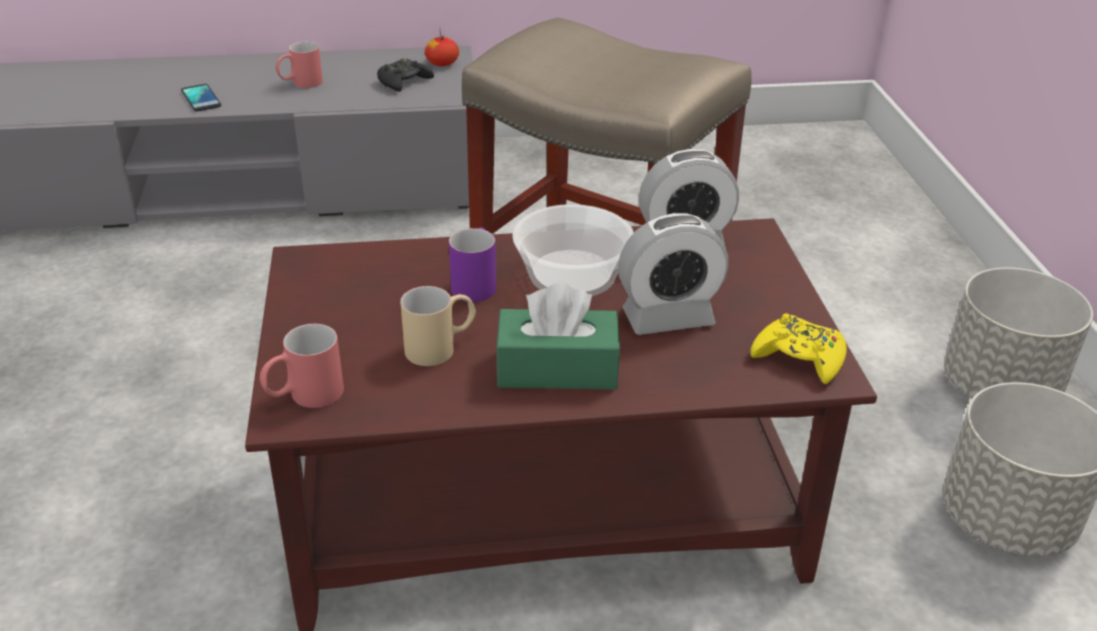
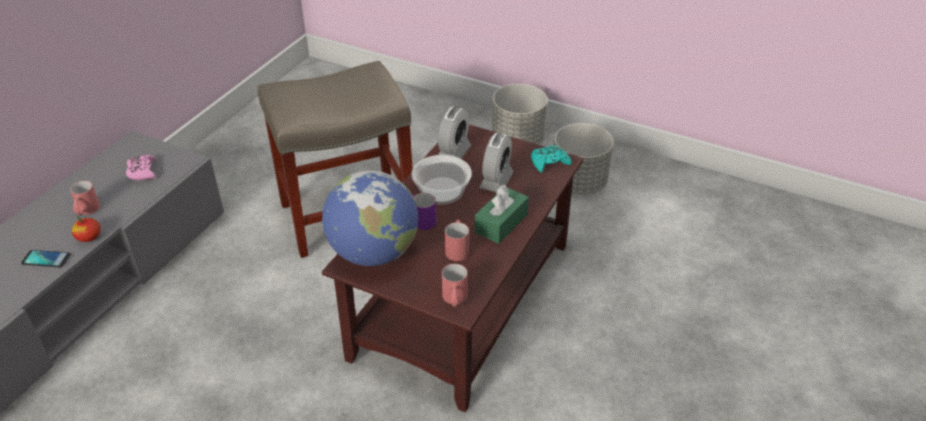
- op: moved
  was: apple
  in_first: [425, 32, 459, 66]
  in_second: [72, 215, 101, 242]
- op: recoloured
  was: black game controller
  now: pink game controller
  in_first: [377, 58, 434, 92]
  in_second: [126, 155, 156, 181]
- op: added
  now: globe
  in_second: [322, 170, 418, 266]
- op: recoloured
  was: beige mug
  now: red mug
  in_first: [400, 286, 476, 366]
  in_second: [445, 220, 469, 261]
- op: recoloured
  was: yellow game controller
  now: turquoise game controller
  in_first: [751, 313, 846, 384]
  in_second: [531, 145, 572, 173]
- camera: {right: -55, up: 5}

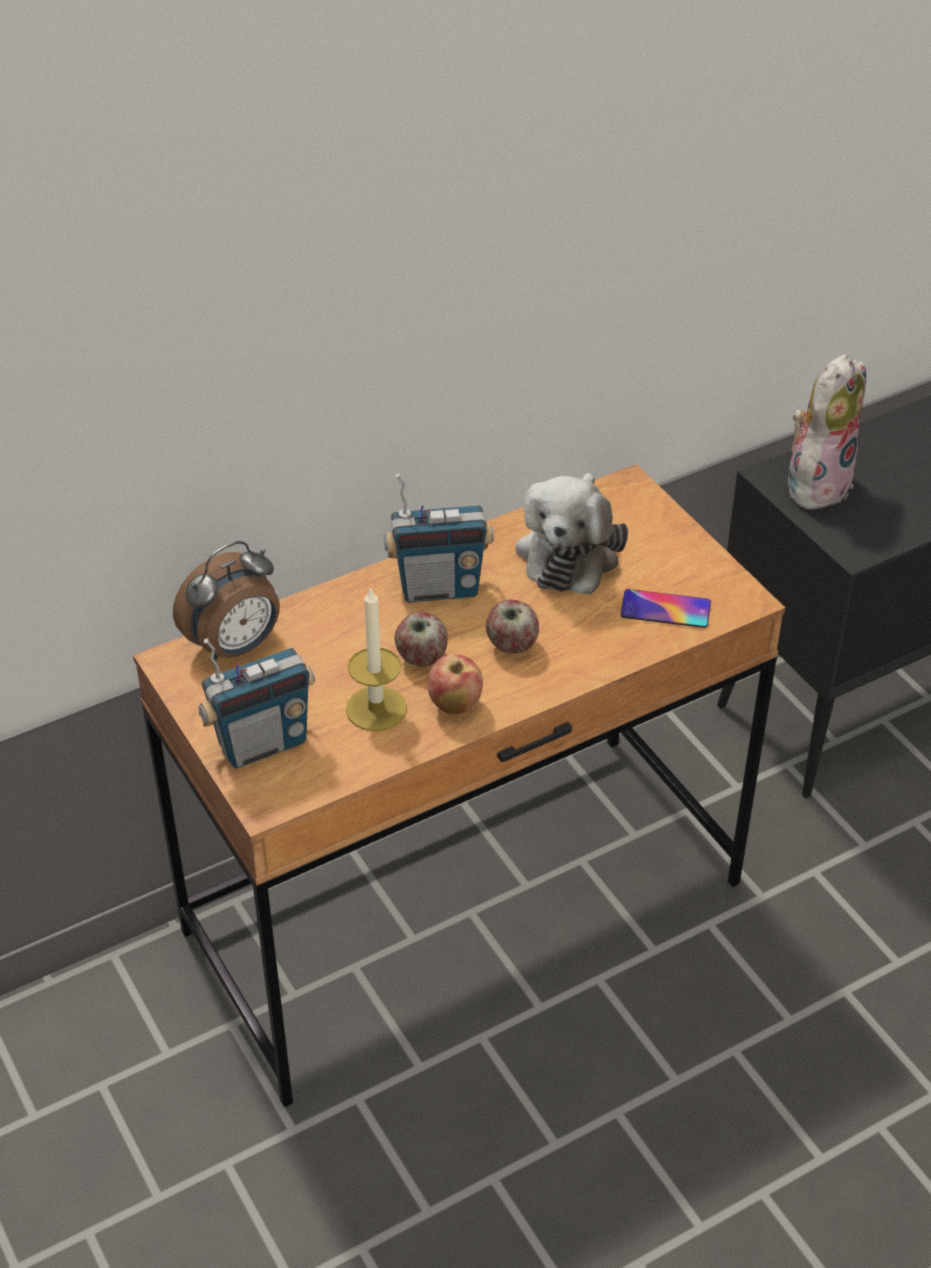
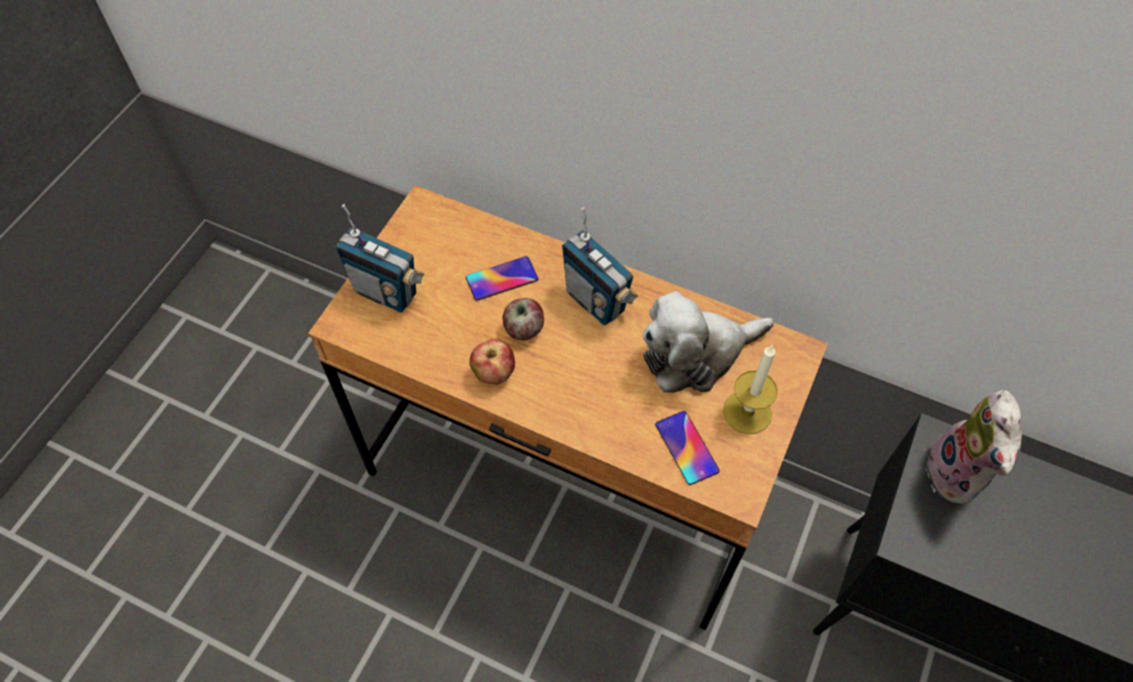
- op: added
  now: phone
  in_second: [466, 256, 539, 301]
- op: moved
  was: candle
  in_first: [346, 586, 407, 731]
  in_second: [723, 344, 778, 434]
- op: turned
  was: plush toy
  in_first: [788, 354, 866, 510]
  in_second: [925, 390, 1022, 504]
  clockwise: 90
- op: removed
  was: alarm clock
  in_first: [173, 541, 280, 661]
- op: removed
  was: apple
  in_first: [486, 599, 539, 654]
- camera: {right: 55, up: 15}

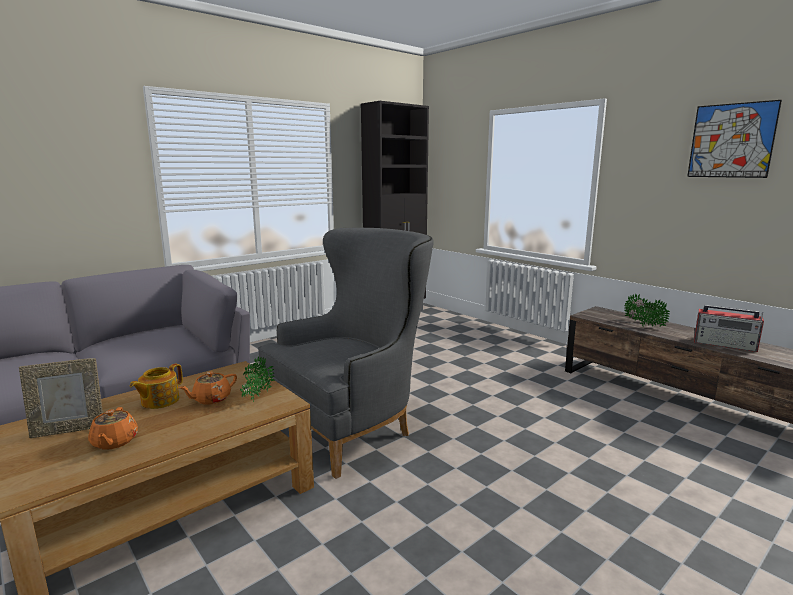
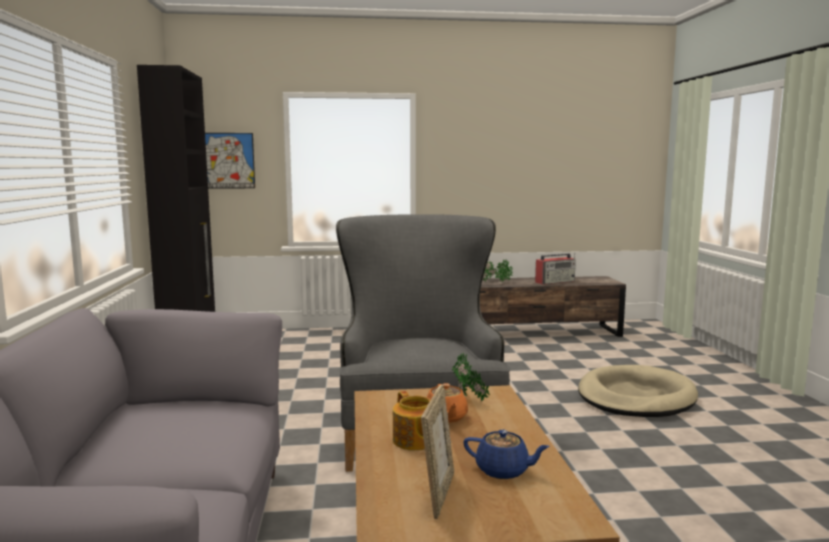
- op: moved
  was: picture
  in_first: [687, 100, 782, 178]
  in_second: [205, 133, 255, 189]
- op: recoloured
  was: orange teapot
  now: blue teapot
  in_first: [88, 407, 138, 450]
  in_second: [464, 429, 550, 479]
- op: added
  now: beige dog bed
  in_second: [578, 365, 698, 417]
- camera: {right: -55, up: -5}

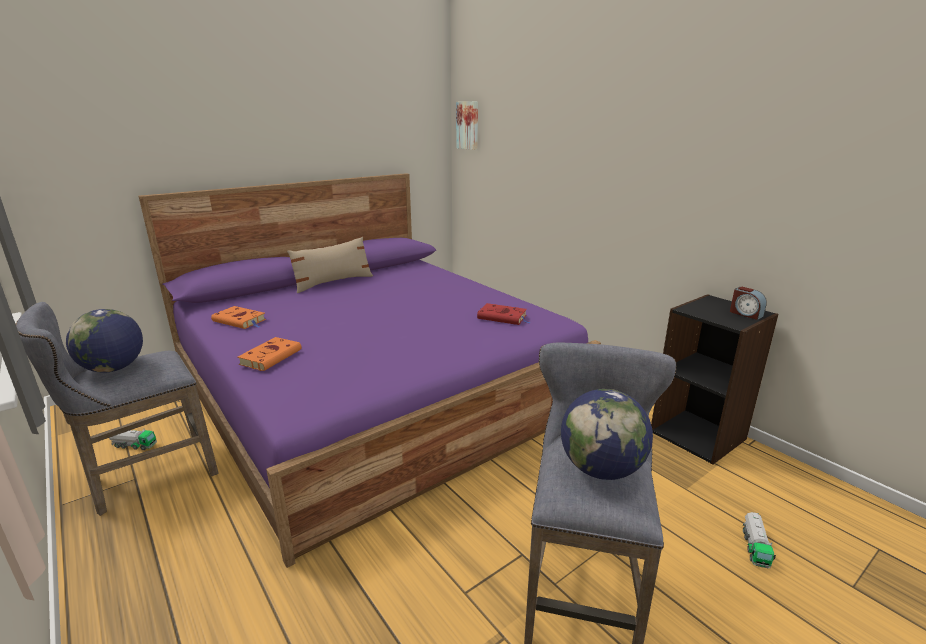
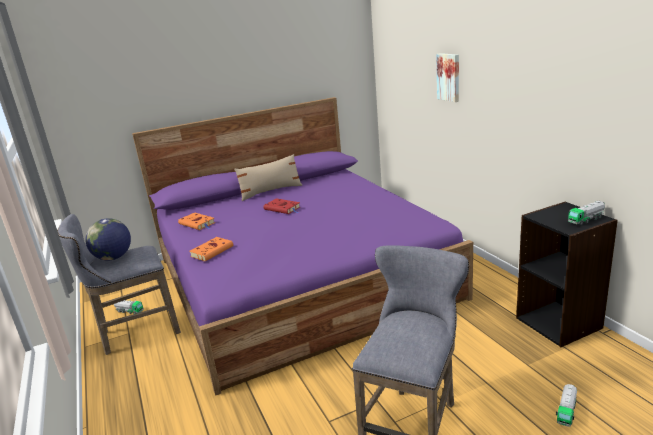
- op: moved
  was: red book
  in_first: [477, 303, 530, 325]
  in_second: [264, 198, 300, 214]
- op: moved
  was: picture
  in_first: [456, 101, 478, 150]
  in_second: [436, 53, 459, 102]
- op: replaced
  was: alarm clock
  now: toy truck
  in_first: [730, 287, 767, 320]
  in_second: [568, 201, 605, 225]
- op: removed
  was: globe
  in_first: [561, 389, 653, 480]
- camera: {right: 15, up: 0}

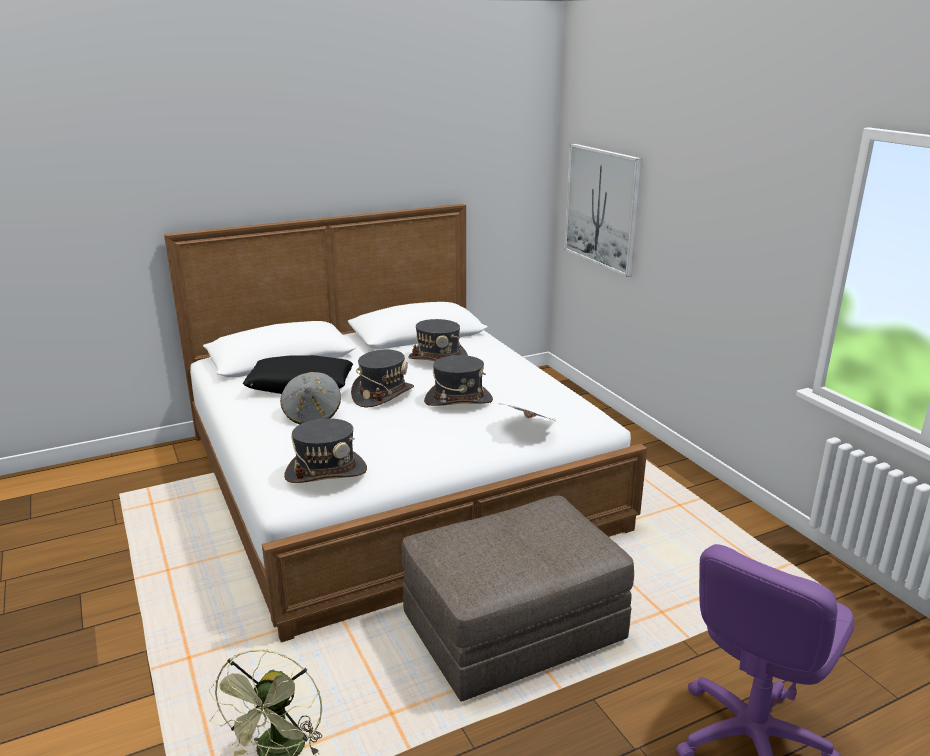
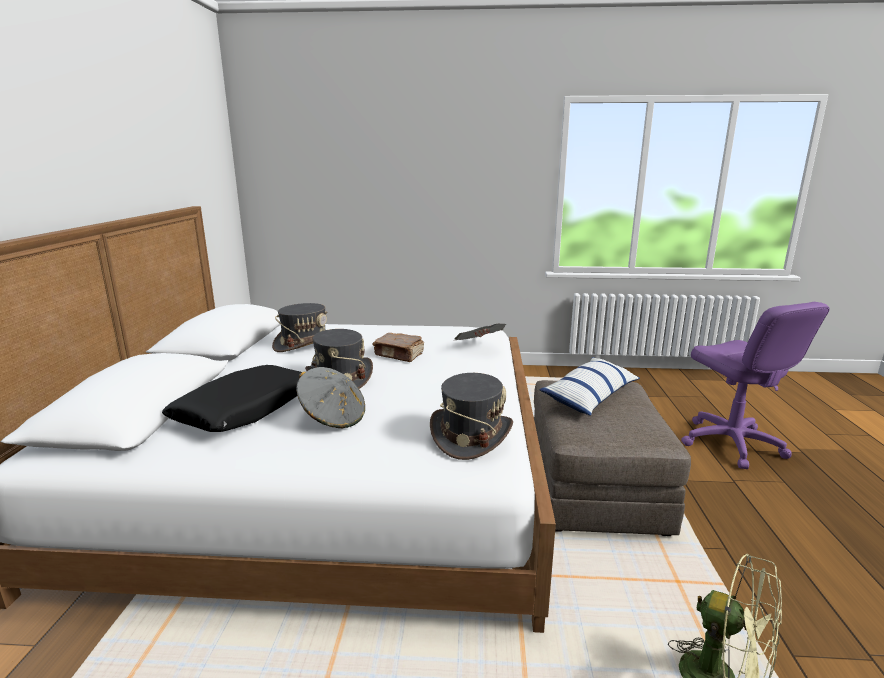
- op: replaced
  was: grey hat
  now: brown book
  in_first: [424, 355, 493, 406]
  in_second: [372, 333, 424, 362]
- op: added
  now: pillow
  in_second: [539, 357, 640, 416]
- op: removed
  was: picture
  in_first: [564, 144, 642, 277]
- camera: {right: -60, up: -5}

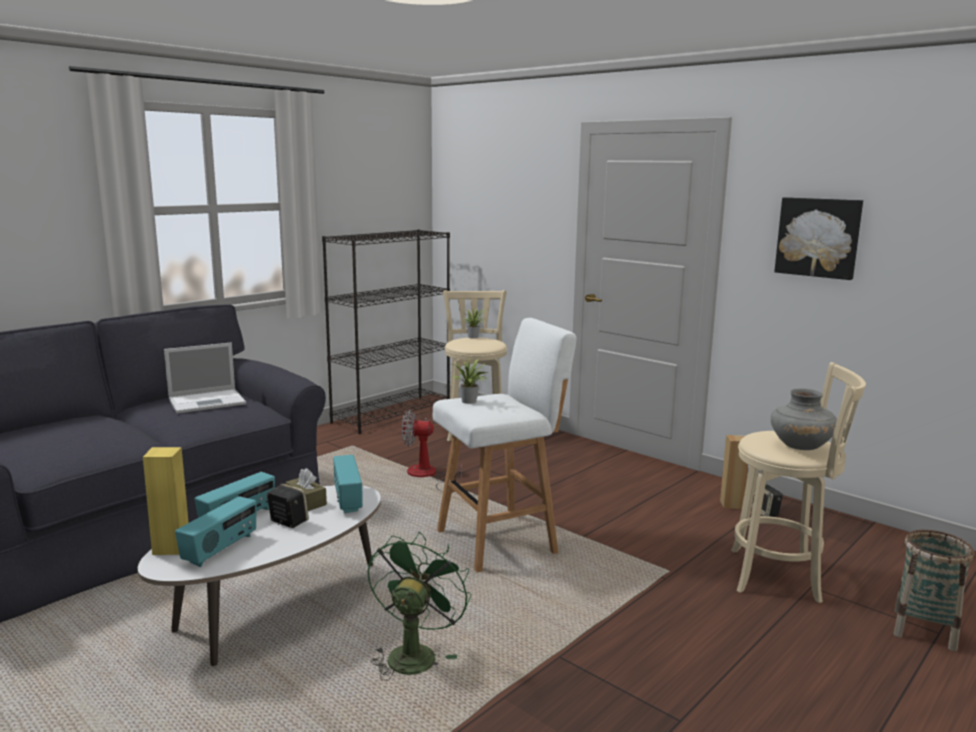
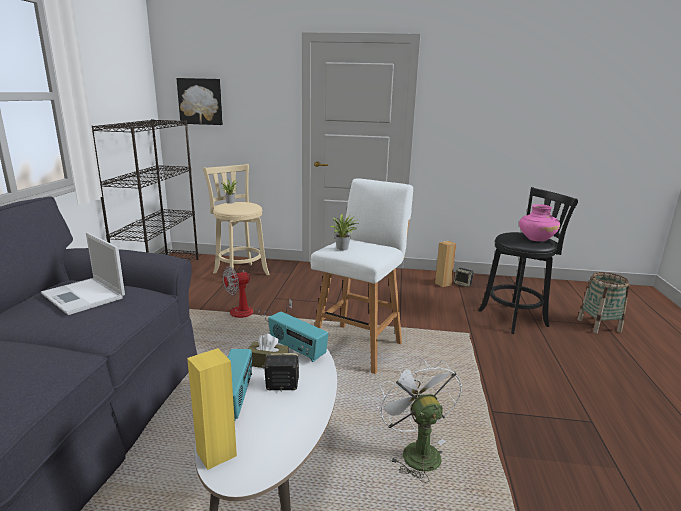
- op: turned
  was: laptop
  in_first: [164, 343, 246, 414]
  in_second: [41, 233, 125, 315]
  clockwise: 105
- op: moved
  was: picture
  in_first: [774, 197, 863, 280]
  in_second: [176, 78, 223, 125]
- op: recoloured
  was: green fan
  now: white fan
  in_first: [368, 532, 471, 681]
  in_second: [377, 358, 462, 483]
- op: recoloured
  was: beige stool
  now: black stool
  in_first: [731, 362, 866, 603]
  in_second: [478, 187, 578, 334]
- op: recoloured
  was: grey vase
  now: pink vase
  in_first: [771, 388, 837, 450]
  in_second: [519, 204, 560, 241]
- op: removed
  was: radio
  in_first: [175, 496, 257, 567]
- camera: {right: -35, up: 5}

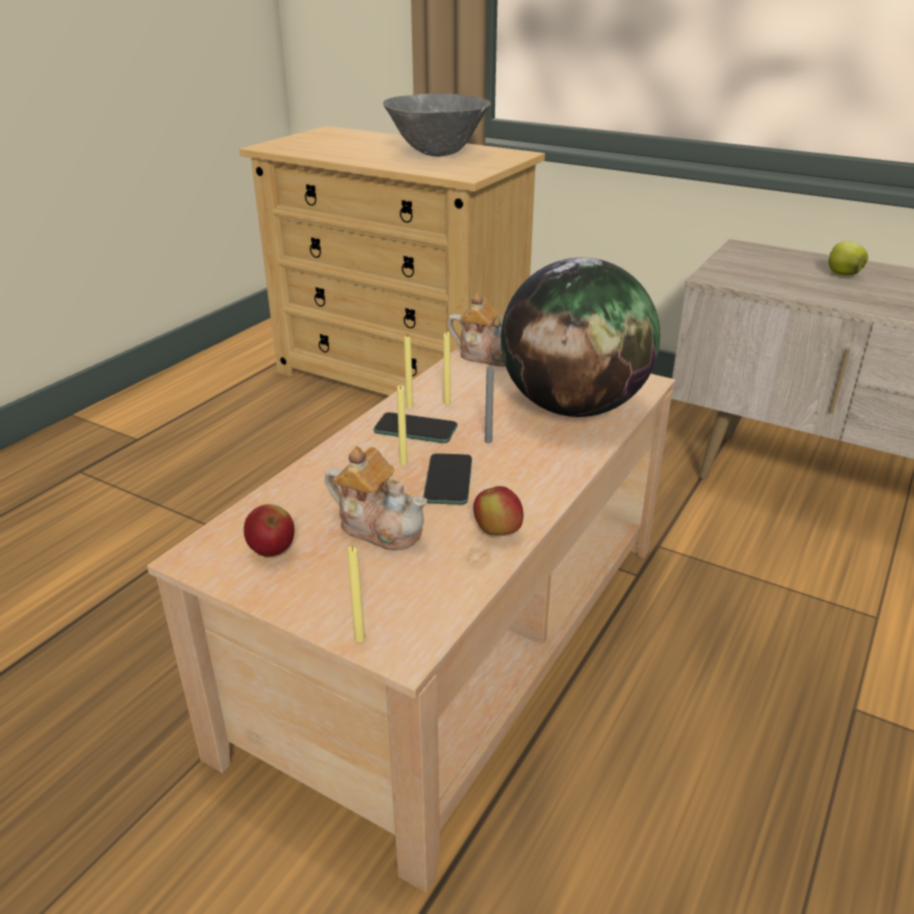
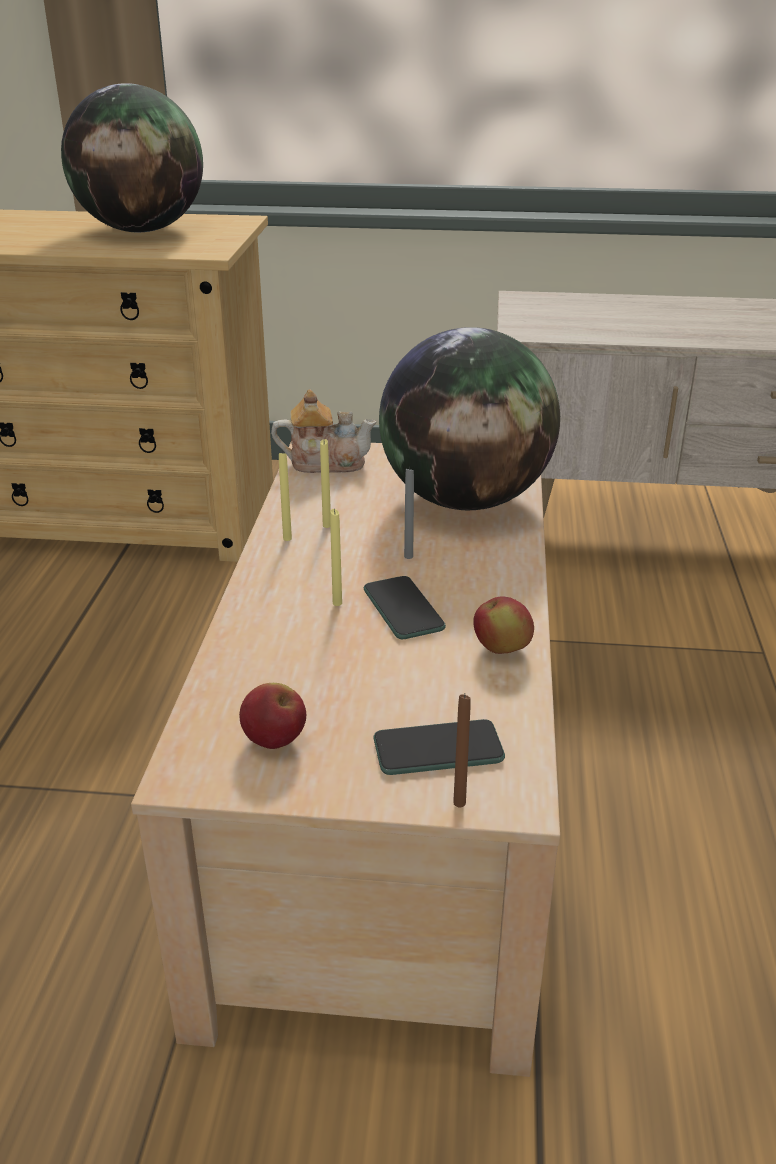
- op: replaced
  was: grey bowl
  now: globe
  in_first: [383, 93, 491, 157]
  in_second: [61, 83, 203, 232]
- op: moved
  was: phone
  in_first: [374, 412, 458, 443]
  in_second: [374, 719, 505, 775]
- op: recoloured
  was: yellow candle
  now: brown candle
  in_first: [348, 546, 365, 642]
  in_second: [453, 694, 470, 807]
- op: removed
  was: teapot
  in_first: [325, 446, 427, 550]
- op: removed
  was: apple
  in_first: [828, 241, 868, 276]
- camera: {right: -25, up: 0}

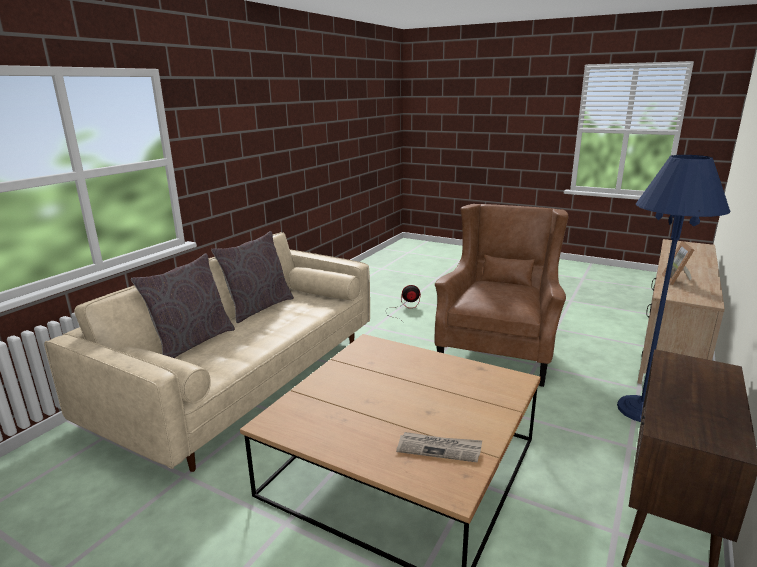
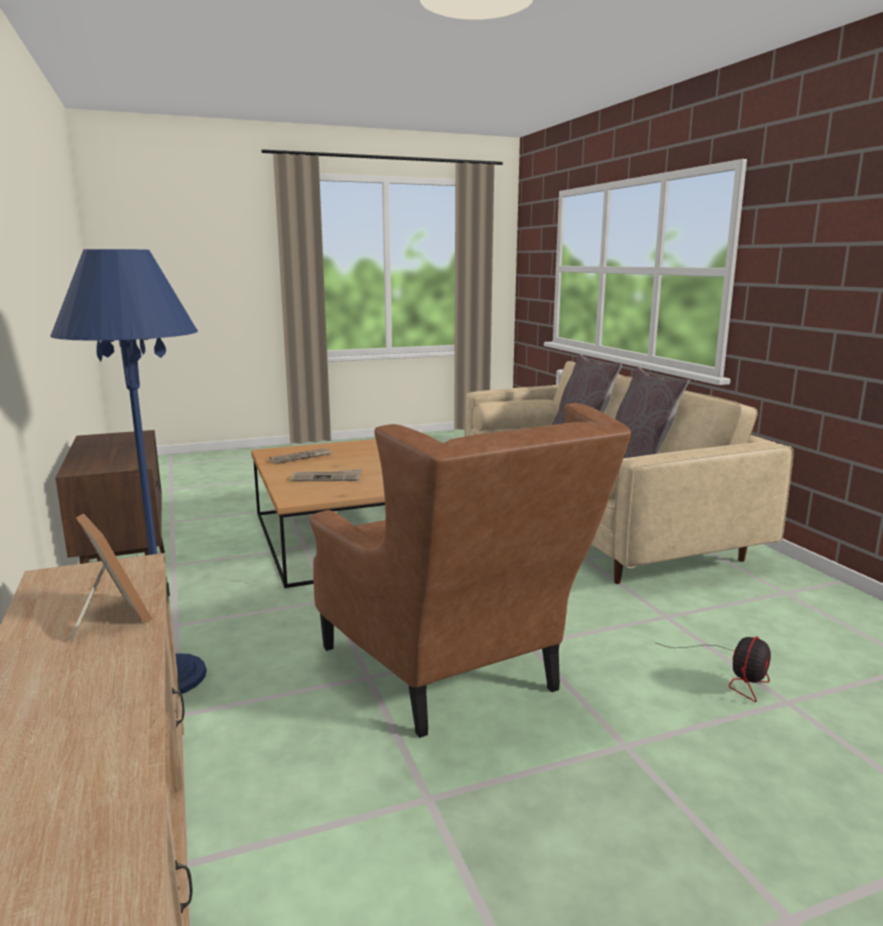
- op: added
  now: newspaper
  in_second: [290, 469, 363, 481]
- camera: {right: 130, up: -5}

